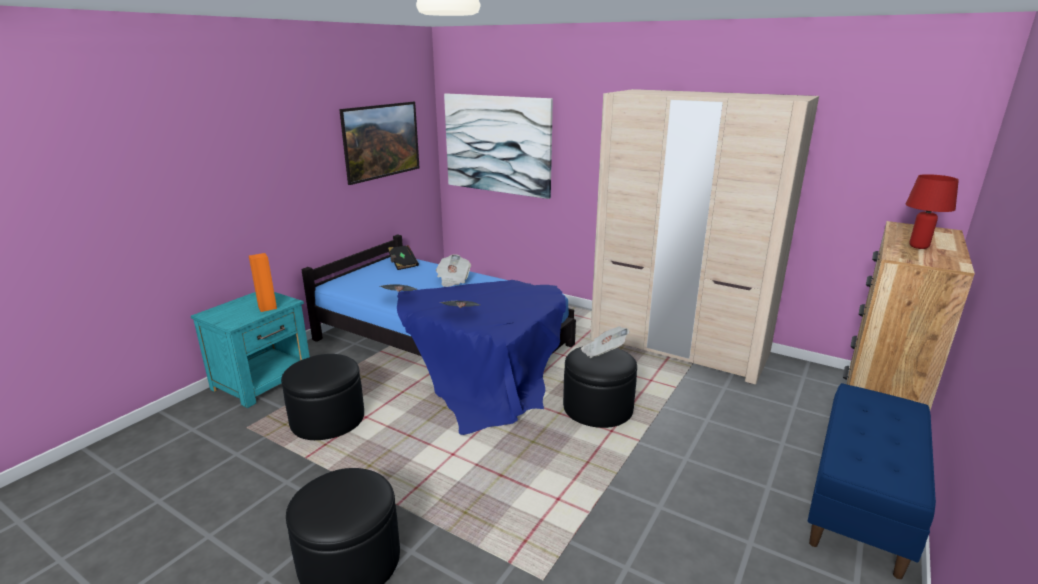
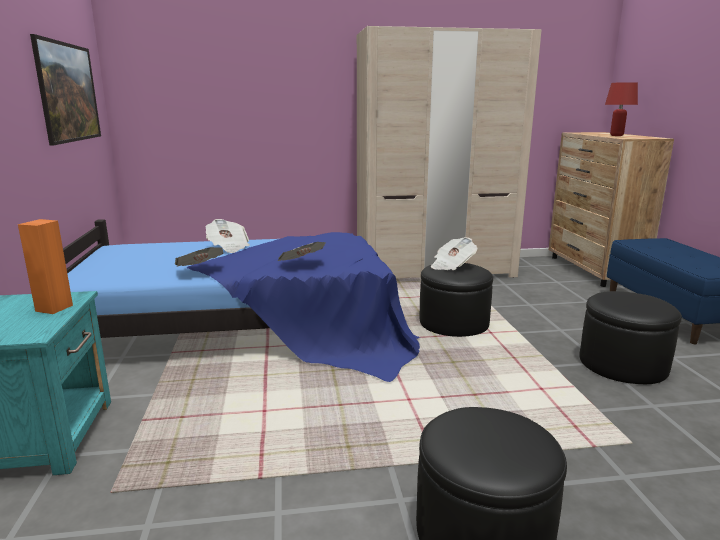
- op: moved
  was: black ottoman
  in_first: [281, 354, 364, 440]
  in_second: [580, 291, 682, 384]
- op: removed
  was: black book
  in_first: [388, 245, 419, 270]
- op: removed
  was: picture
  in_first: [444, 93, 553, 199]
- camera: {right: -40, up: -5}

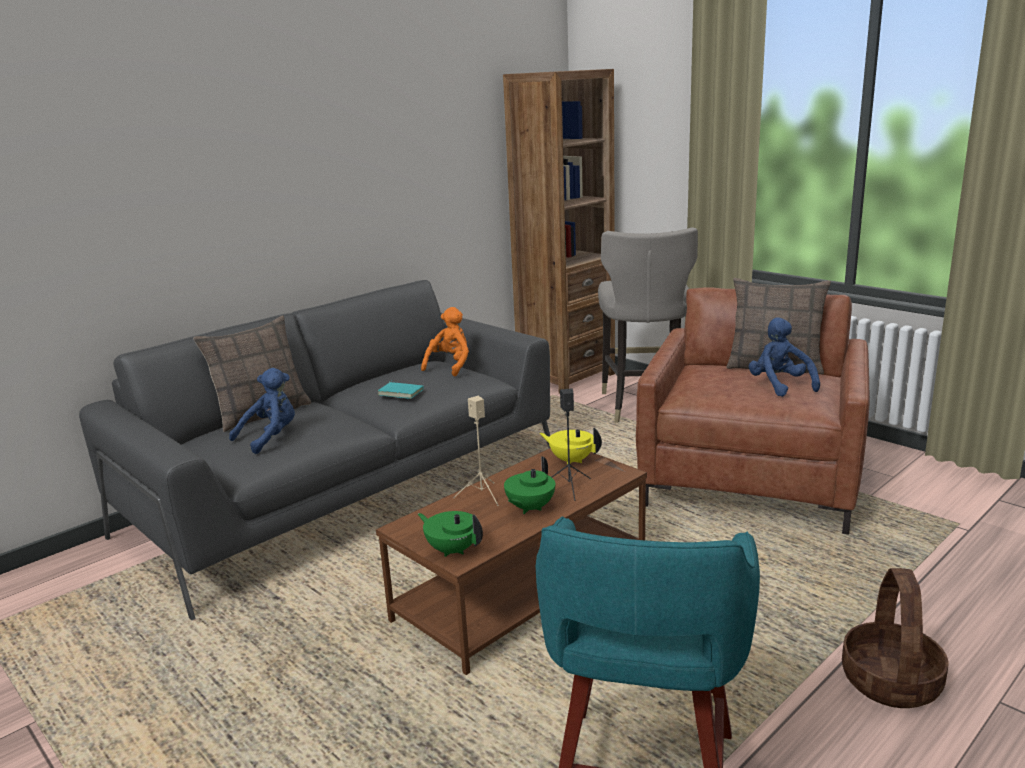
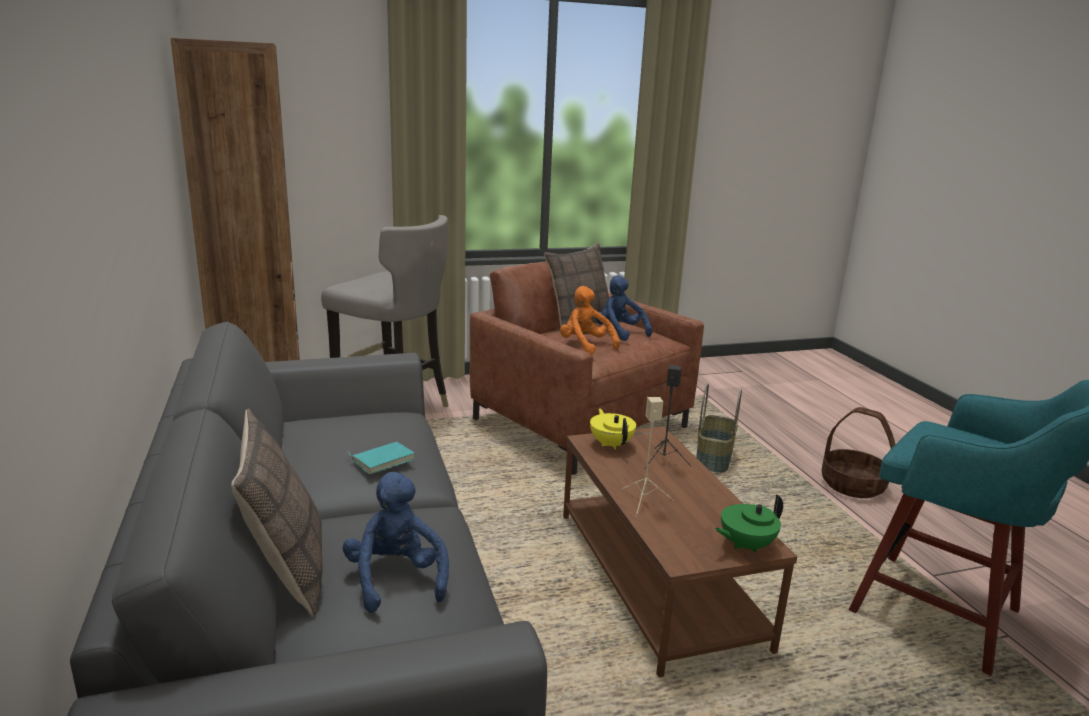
- op: moved
  was: orange plush toy
  in_first: [421, 307, 469, 376]
  in_second: [560, 286, 620, 355]
- op: turned
  was: yellow teapot
  in_first: [540, 427, 602, 465]
  in_second: [590, 408, 636, 450]
  clockwise: 105
- op: turned
  was: blue plush toy
  in_first: [749, 317, 820, 397]
  in_second: [595, 275, 652, 341]
  clockwise: 45
- op: added
  now: basket
  in_second: [696, 383, 742, 473]
- op: removed
  was: green teapot
  in_first: [504, 456, 555, 514]
- camera: {right: -65, up: 0}

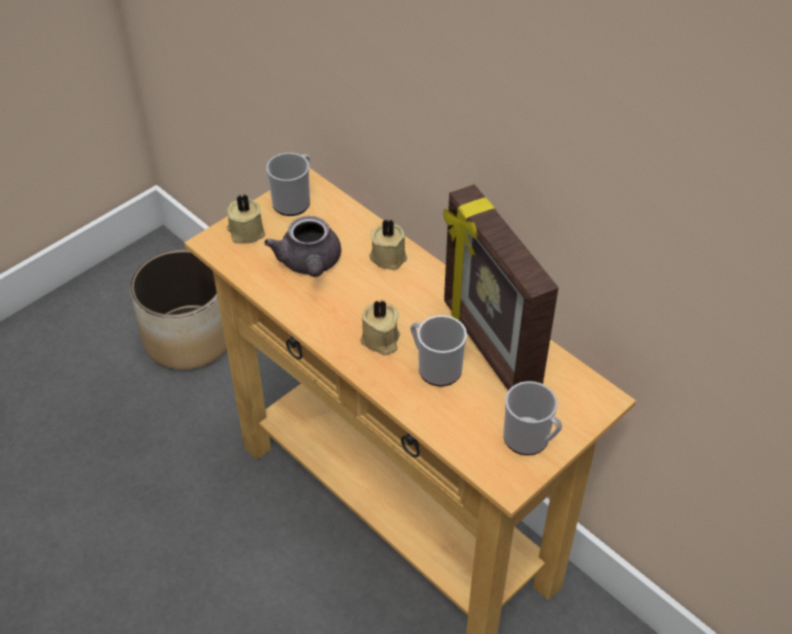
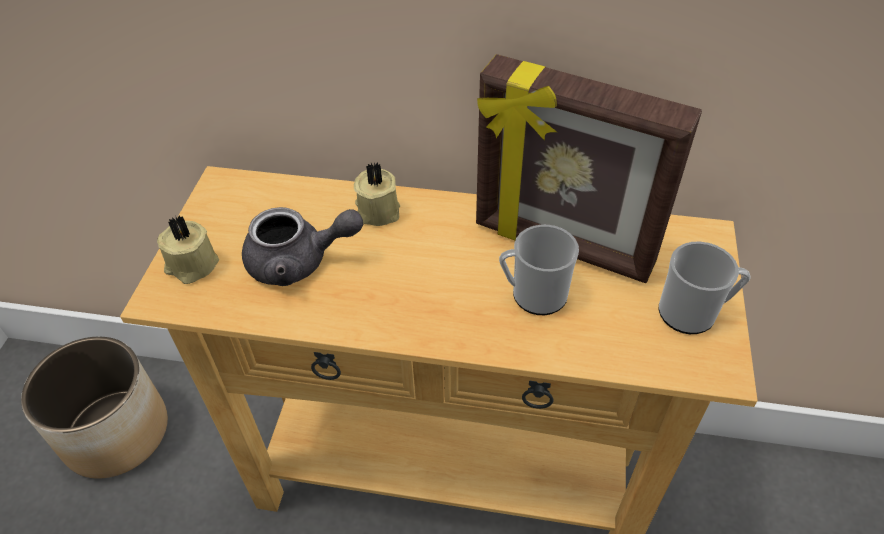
- op: turned
  was: grey teapot
  in_first: [264, 216, 341, 277]
  in_second: [242, 207, 363, 286]
  clockwise: -45
- op: removed
  was: mug
  in_first: [266, 153, 310, 216]
- op: removed
  was: beige candle
  in_first: [360, 300, 400, 355]
- camera: {right: -35, up: 0}

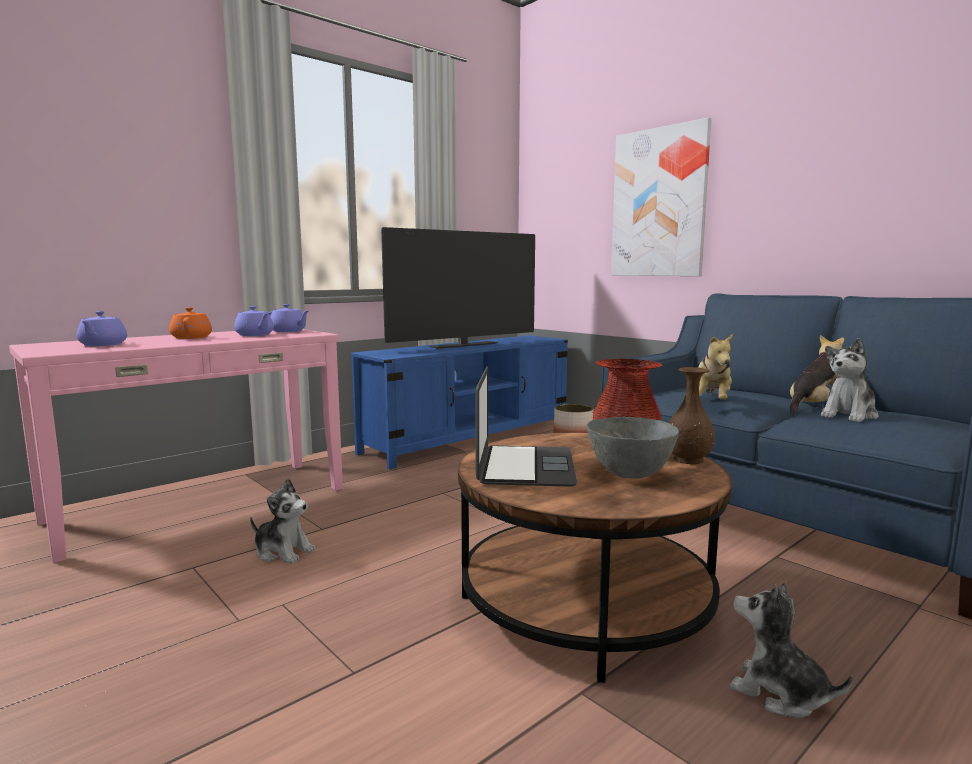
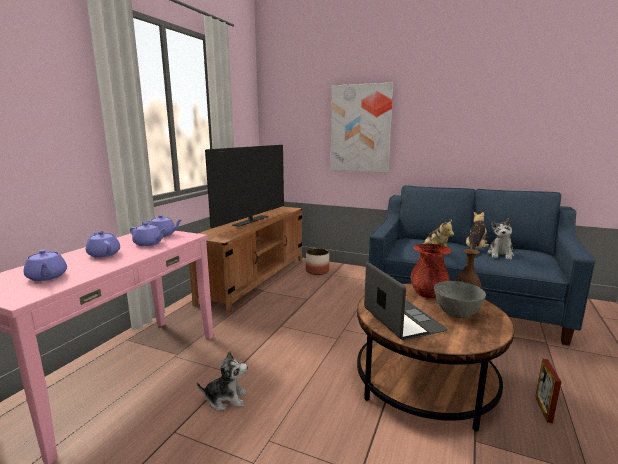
- op: recoloured
  was: orange teapot
  now: purple teapot
  in_first: [169, 307, 212, 339]
  in_second: [86, 231, 120, 258]
- op: recoloured
  was: blue tv stand
  now: brown tv stand
  in_first: [351, 335, 568, 469]
  in_second: [189, 207, 302, 314]
- op: replaced
  was: plush toy
  now: picture frame
  in_first: [730, 583, 853, 718]
  in_second: [535, 359, 561, 423]
- camera: {right: -25, up: 5}

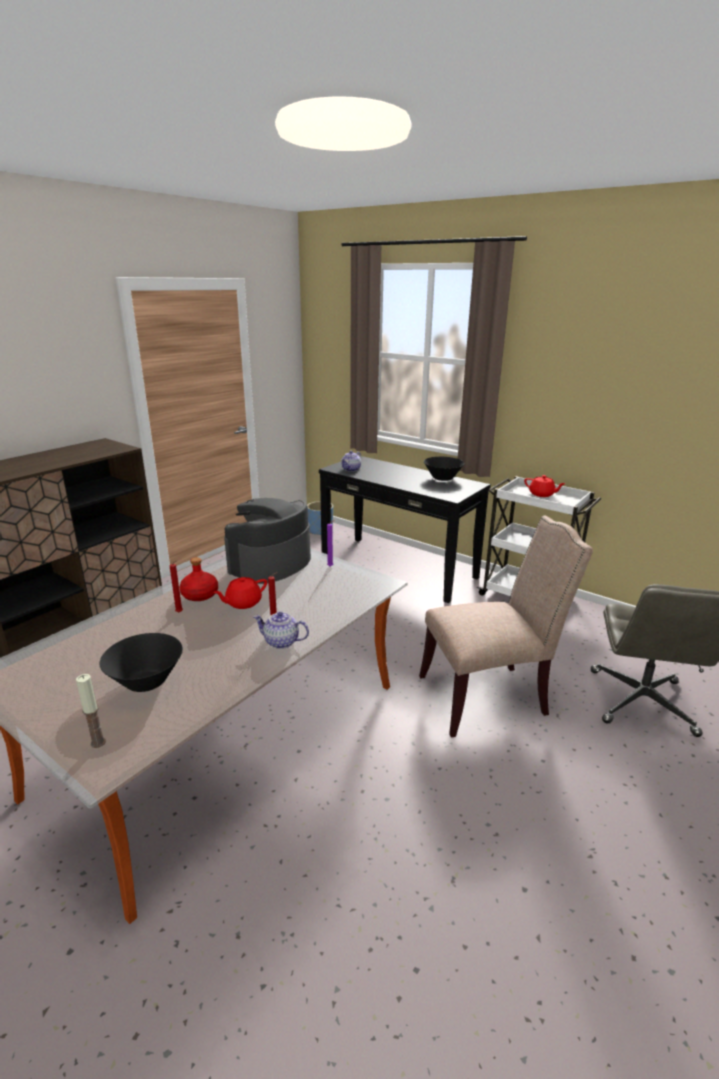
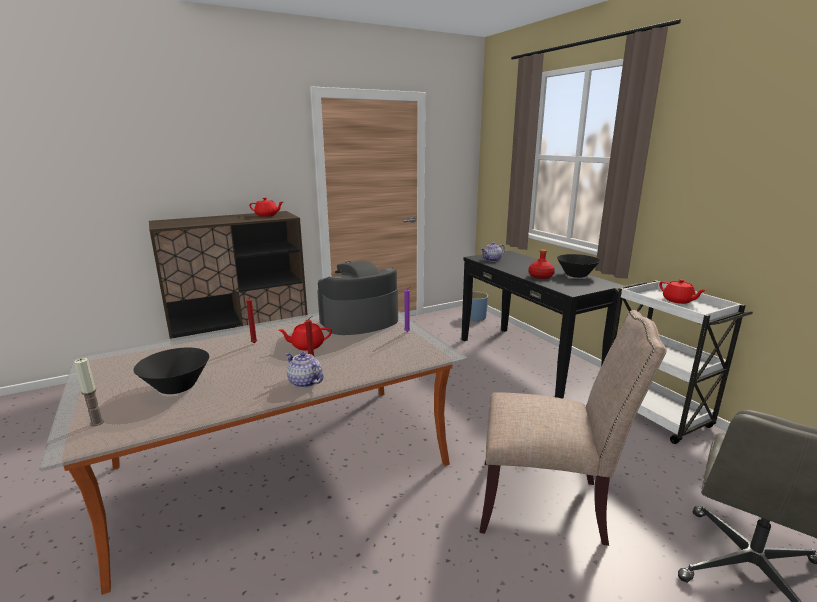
- op: added
  now: red teapot
  in_second: [249, 198, 283, 217]
- op: moved
  was: red bottle
  in_first: [179, 557, 218, 601]
  in_second: [528, 249, 555, 279]
- camera: {right: 25, up: -5}

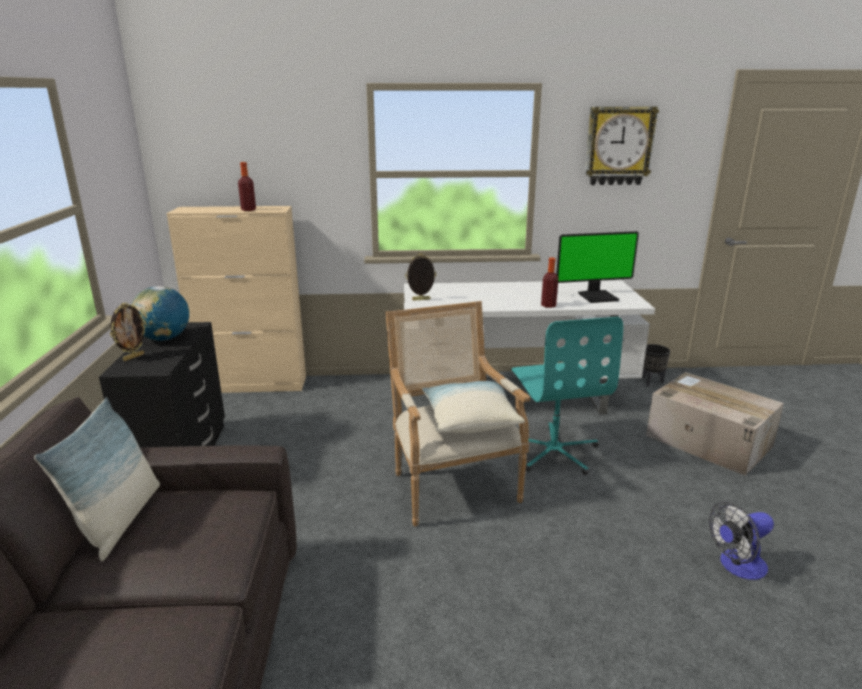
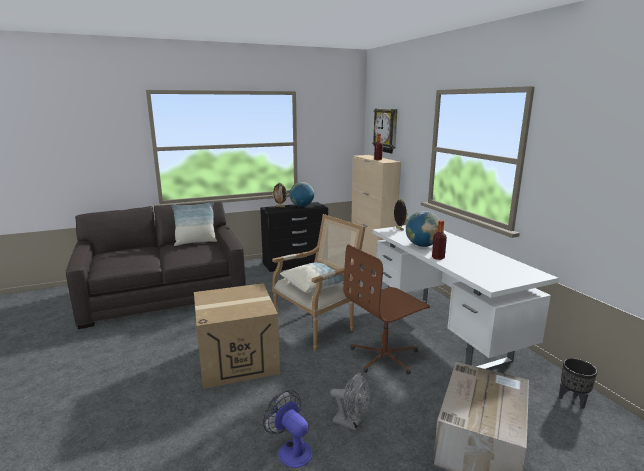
- op: added
  now: cardboard box
  in_second: [194, 283, 280, 389]
- op: added
  now: grey fan
  in_second: [330, 373, 370, 430]
- op: recoloured
  was: turquoise office chair
  now: brown office chair
  in_first: [511, 317, 623, 475]
  in_second: [343, 244, 430, 375]
- op: moved
  was: wall clock
  in_first: [584, 107, 659, 185]
  in_second: [373, 109, 397, 153]
- op: added
  now: globe
  in_second: [406, 211, 440, 247]
- op: removed
  was: monitor
  in_first: [556, 231, 639, 303]
- camera: {right: 70, up: -5}

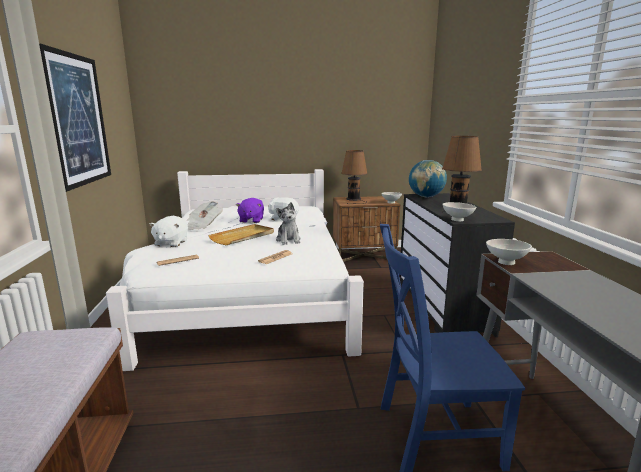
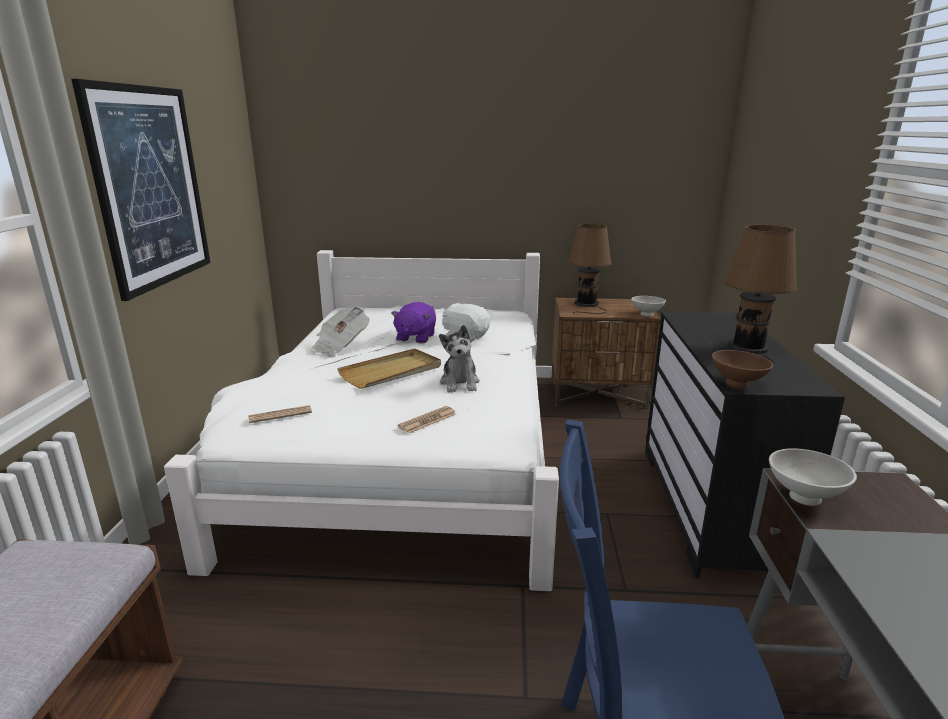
- op: recoloured
  was: white bowl
  now: brown bowl
  in_first: [443, 202, 476, 221]
  in_second: [712, 350, 773, 388]
- op: removed
  was: white plush toy
  in_first: [149, 216, 188, 247]
- op: removed
  was: globe
  in_first: [409, 160, 447, 197]
- camera: {right: 10, up: 5}

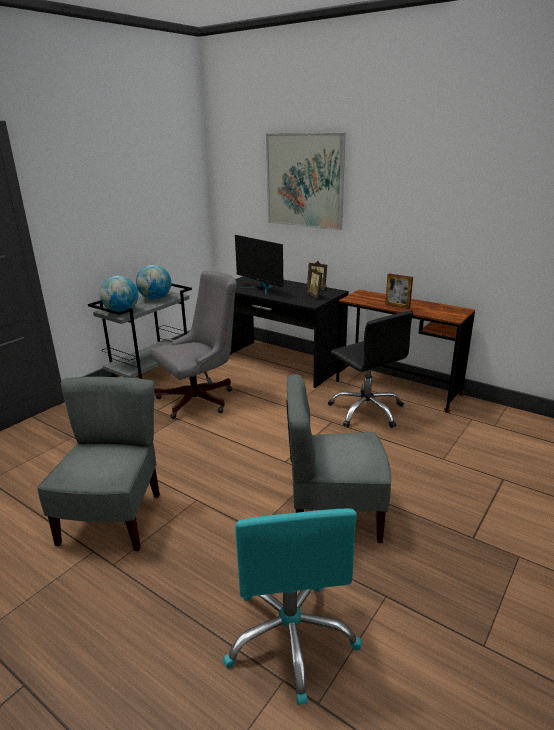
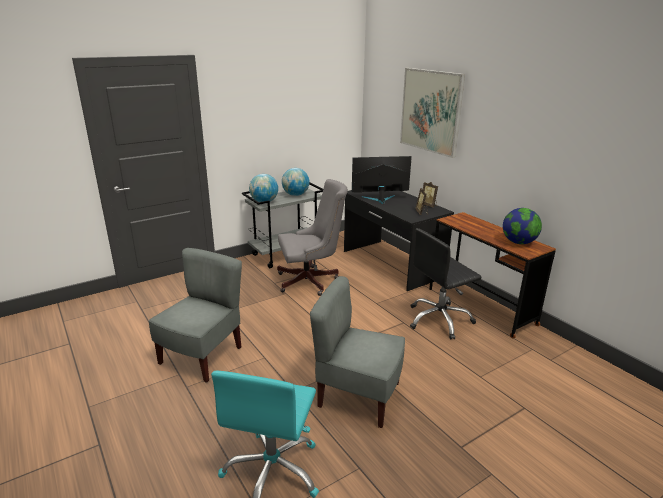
- op: turned
  was: monitor
  in_first: [235, 235, 284, 297]
  in_second: [352, 156, 412, 204]
  clockwise: 105
- op: turned
  was: black office chair
  in_first: [328, 311, 413, 428]
  in_second: [410, 228, 482, 340]
  clockwise: 75
- op: added
  now: globe
  in_second: [503, 208, 542, 244]
- op: removed
  was: picture frame
  in_first: [385, 274, 413, 309]
- camera: {right: 20, up: 0}

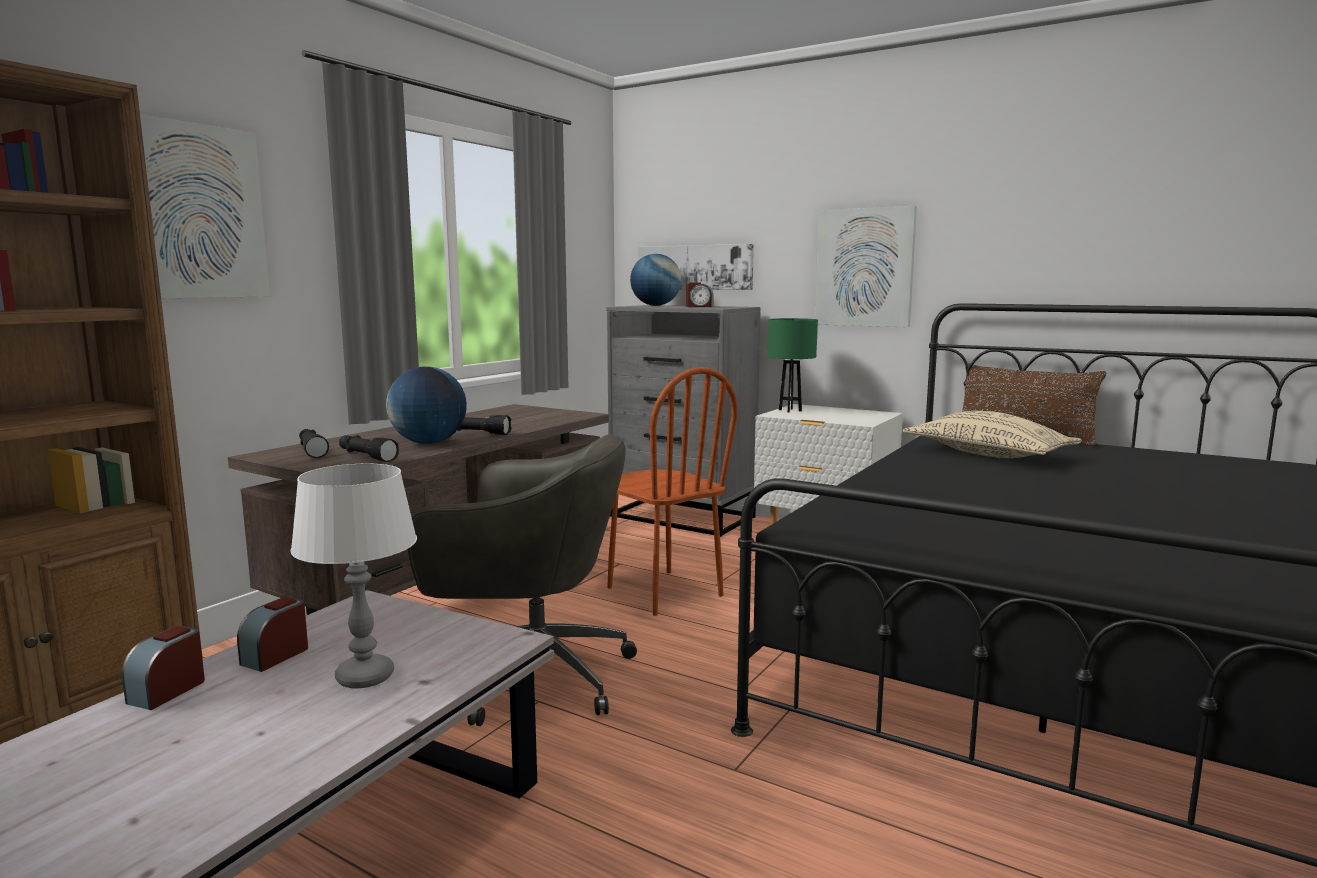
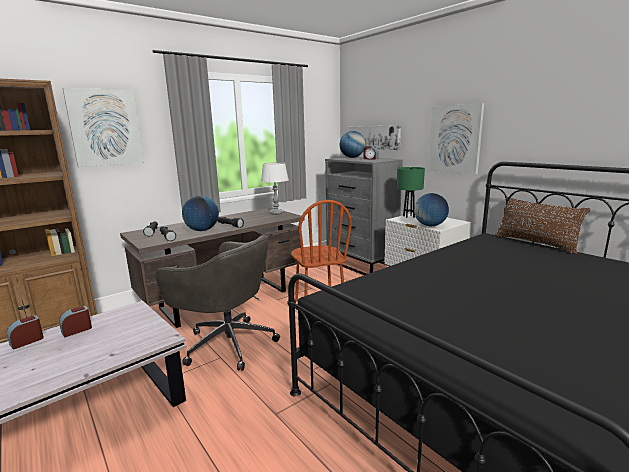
- op: moved
  was: white table lamp
  in_first: [291, 464, 417, 689]
  in_second: [261, 162, 289, 215]
- op: added
  now: globe
  in_second: [414, 193, 449, 226]
- op: removed
  was: beige pillow
  in_first: [903, 411, 1082, 458]
- camera: {right: 20, up: 5}

